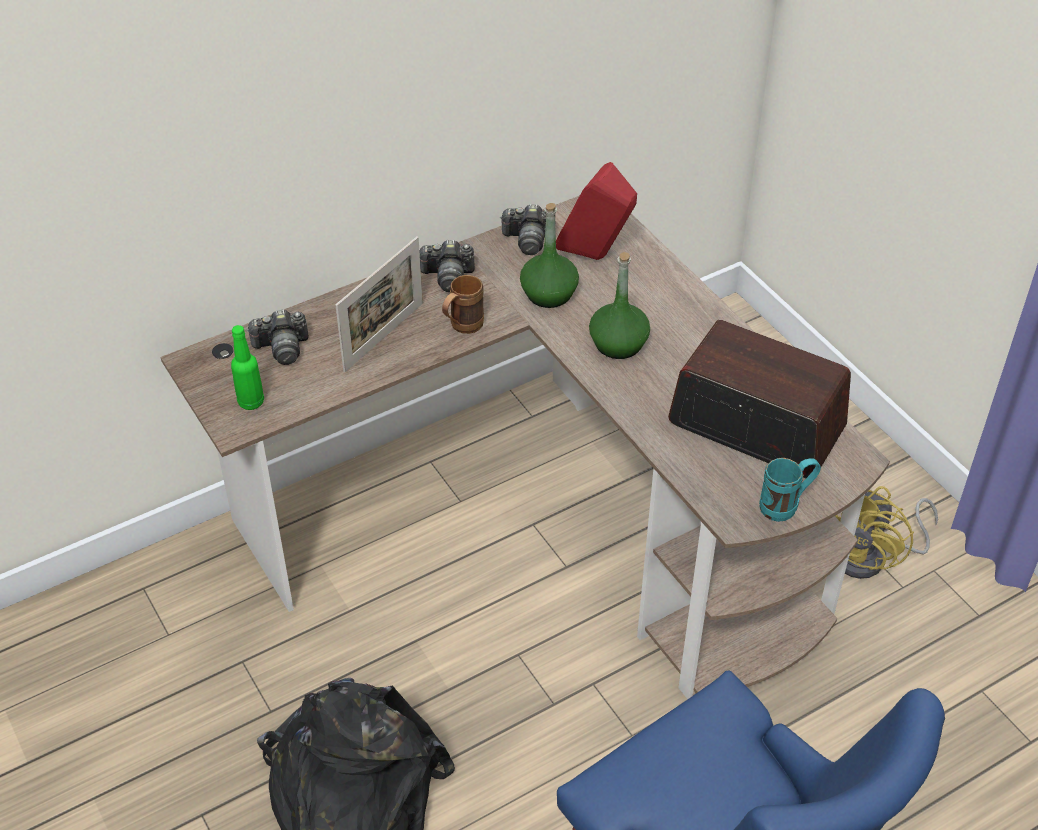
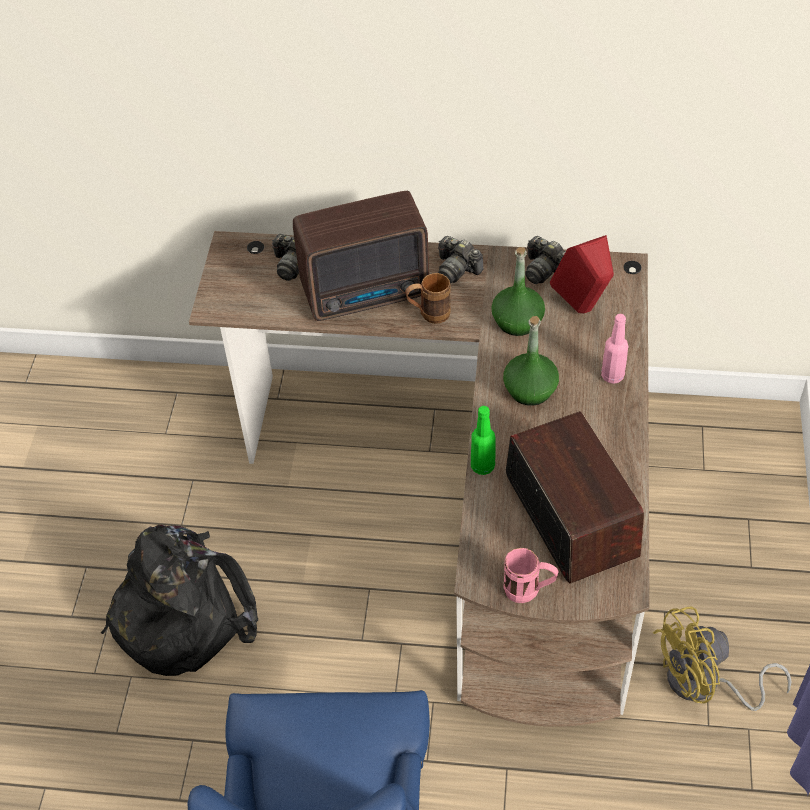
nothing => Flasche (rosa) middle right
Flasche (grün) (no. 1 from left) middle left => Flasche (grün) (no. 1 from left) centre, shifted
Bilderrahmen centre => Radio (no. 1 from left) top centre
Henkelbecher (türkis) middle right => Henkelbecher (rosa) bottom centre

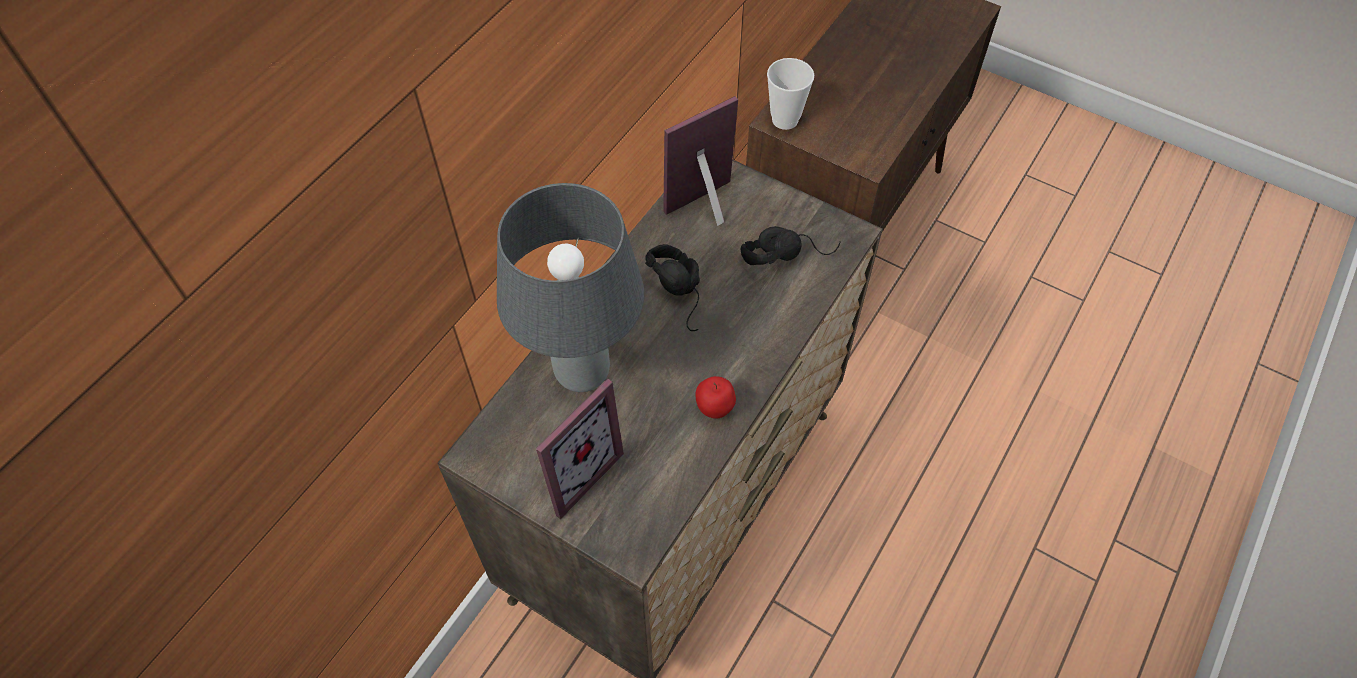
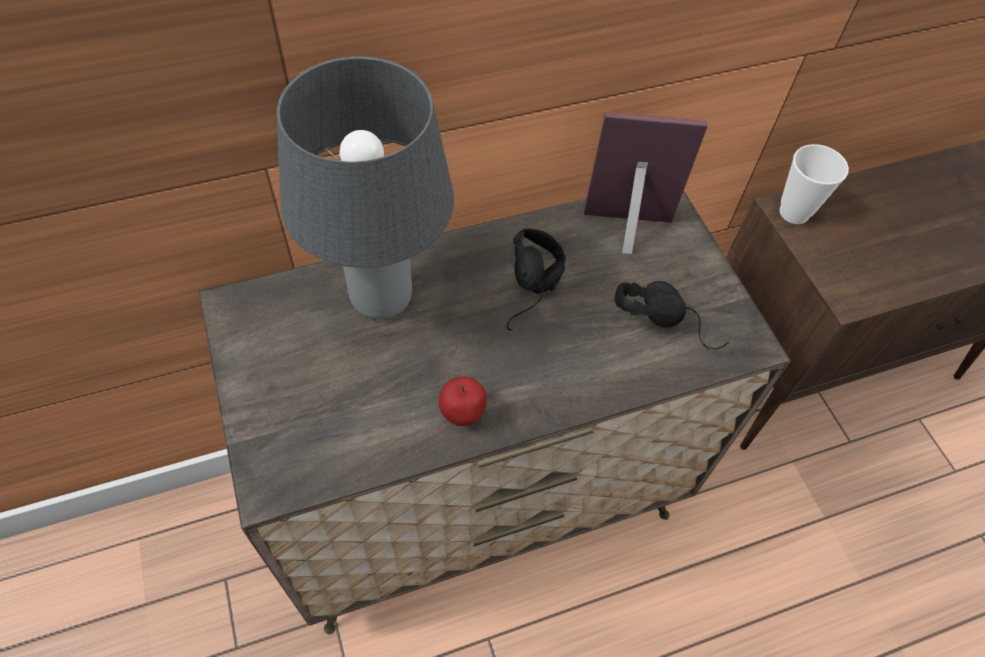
Bilderrahmen (no. 1 from left) centre => nothing

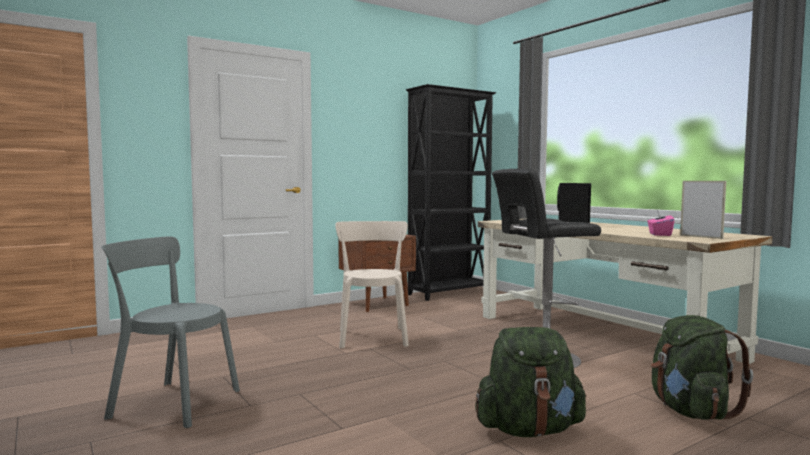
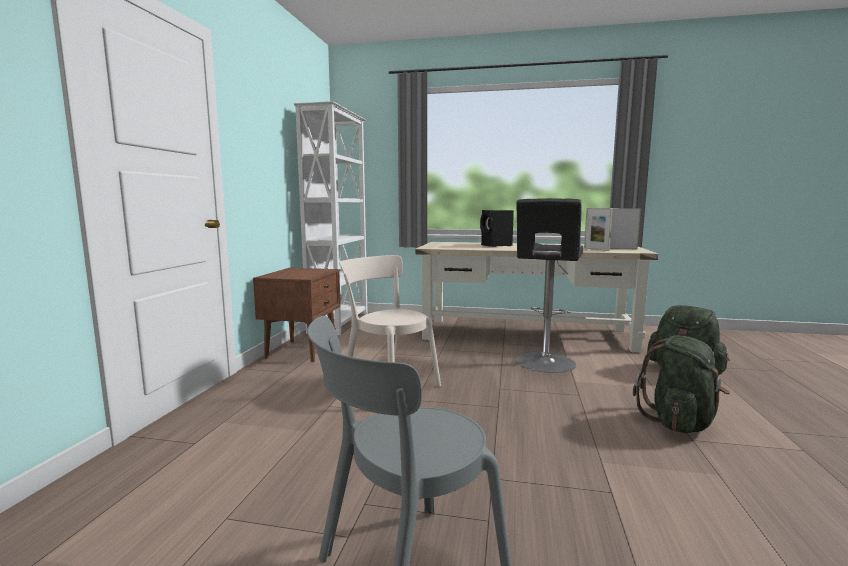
Taschentuchbox (rosa) middle right => Bilderrahmen (no. 1 from left) middle right
Bücherregal (schwarz) centre => Bücherregal (weiß) centre

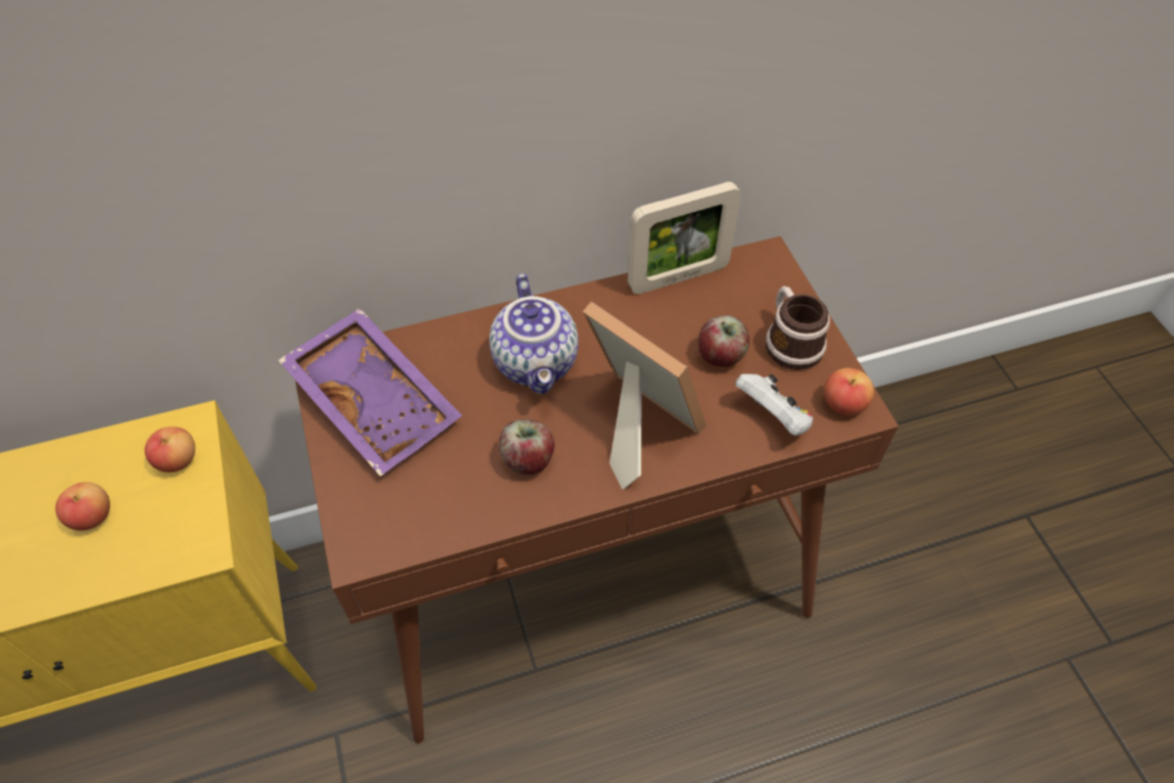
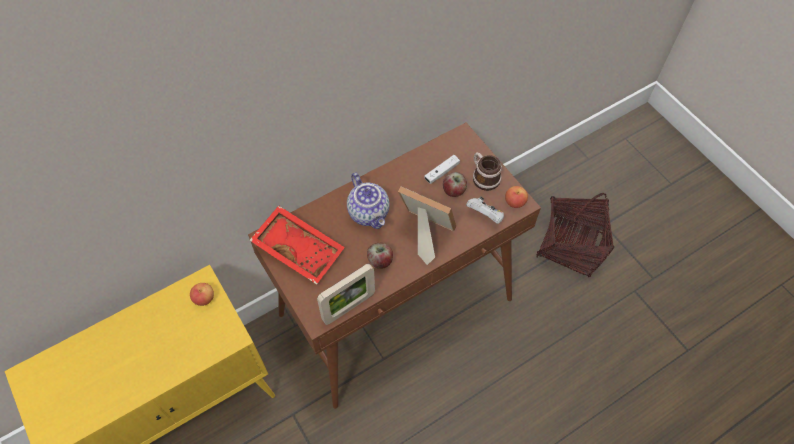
Apfel (no. 1 from left) middle left => nothing
nothing => Gamepad (weiß) (no. 1 from left) centre
nothing => Korb middle right
Bilderrahmen (no. 2 from left in the first image) top centre => Bilderrahmen (no. 1 from left) centre, shifted
Tablett (lila) middle left => Tablett (rot) centre

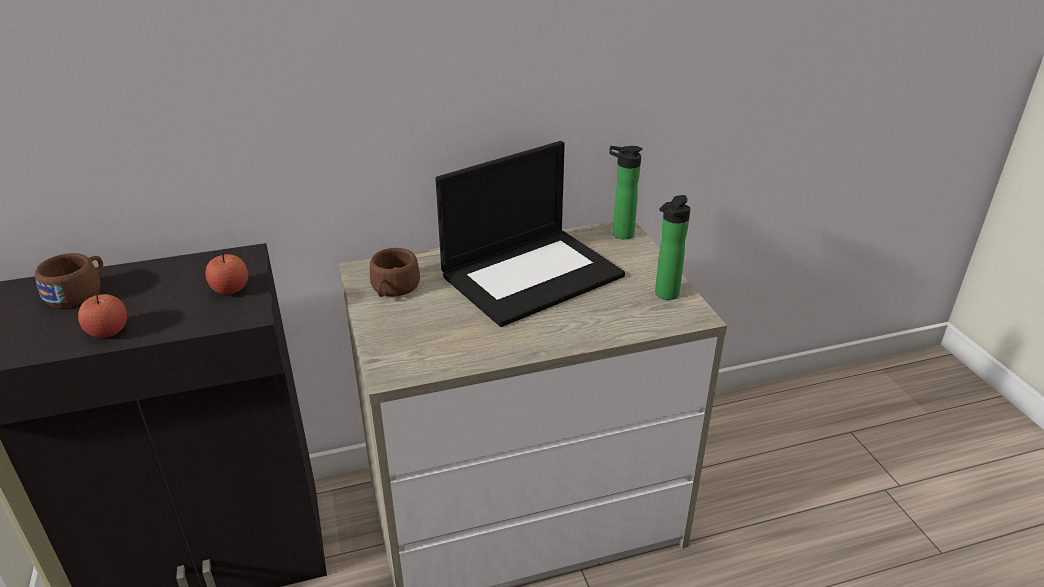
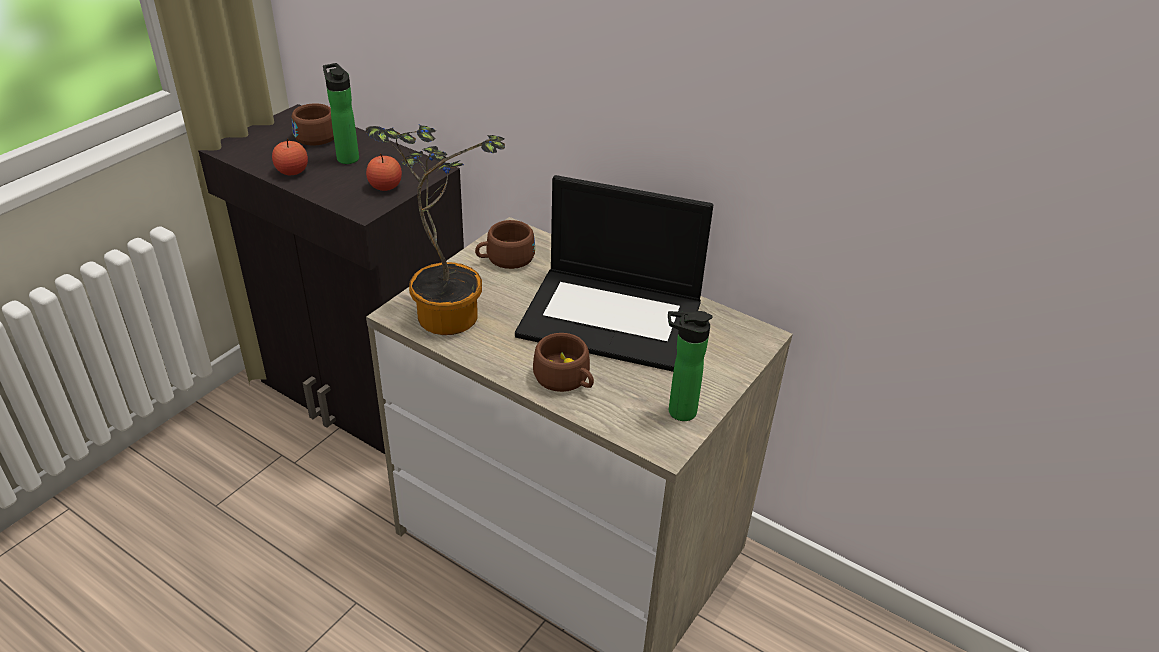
nothing => Topfpflanze centre
nothing => Tasse (braun) (no. 3 from left) centre
Flasche (no. 1 from left) top centre => Flasche (no. 1 from left) top left, shifted

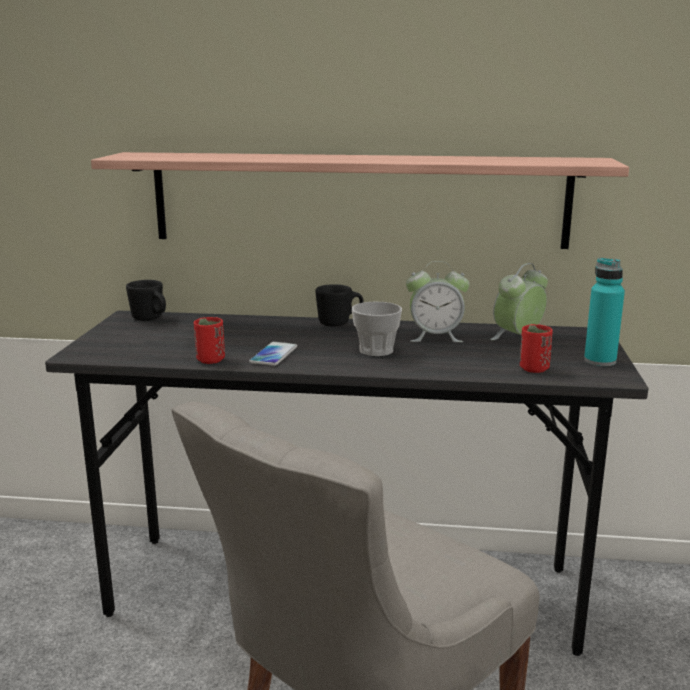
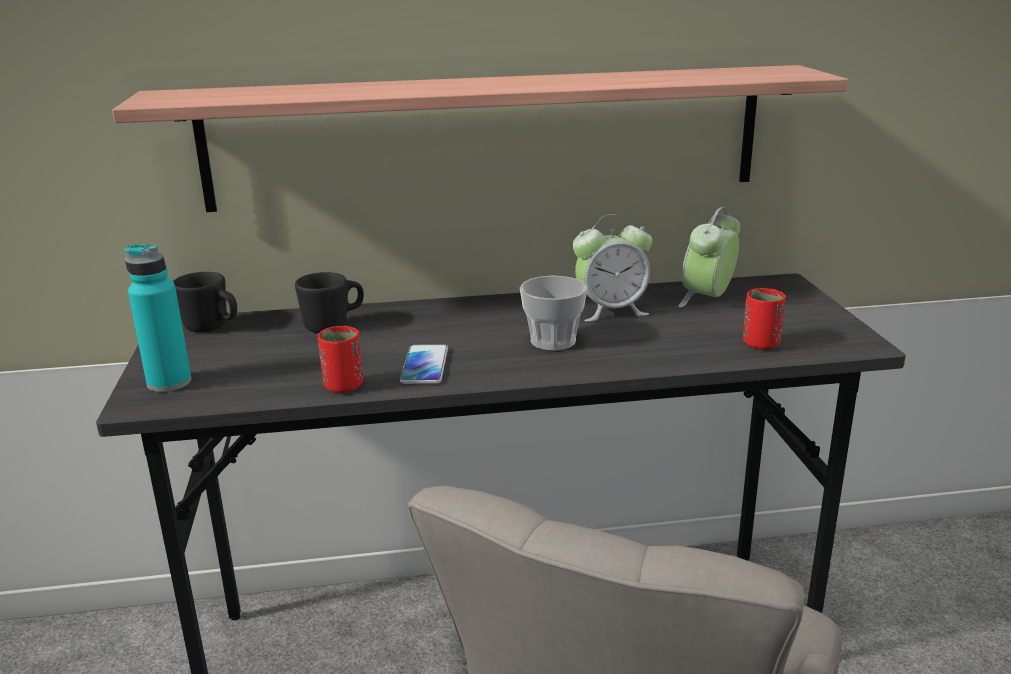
Henkelbecher (schwarz) (no. 2 from left) centre => Henkelbecher (schwarz) (no. 2 from left) middle left, shifted
Flasche (türkis) middle right => Flasche (türkis) middle left, shifted

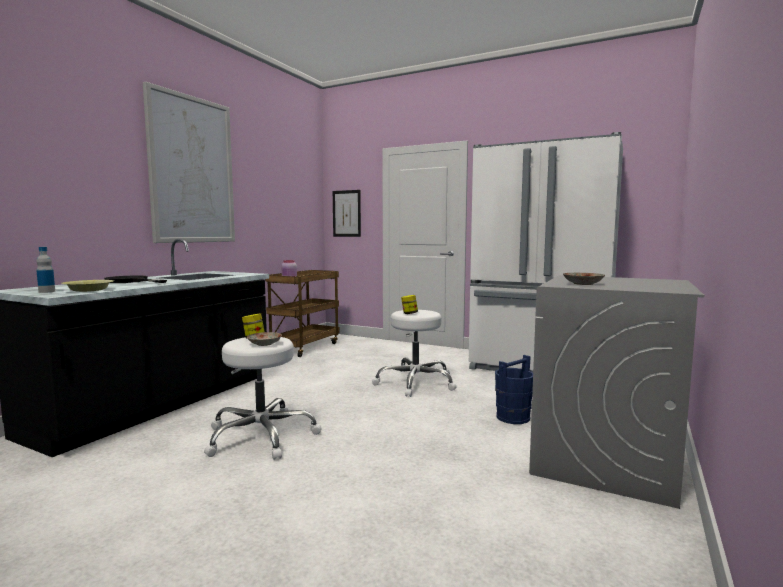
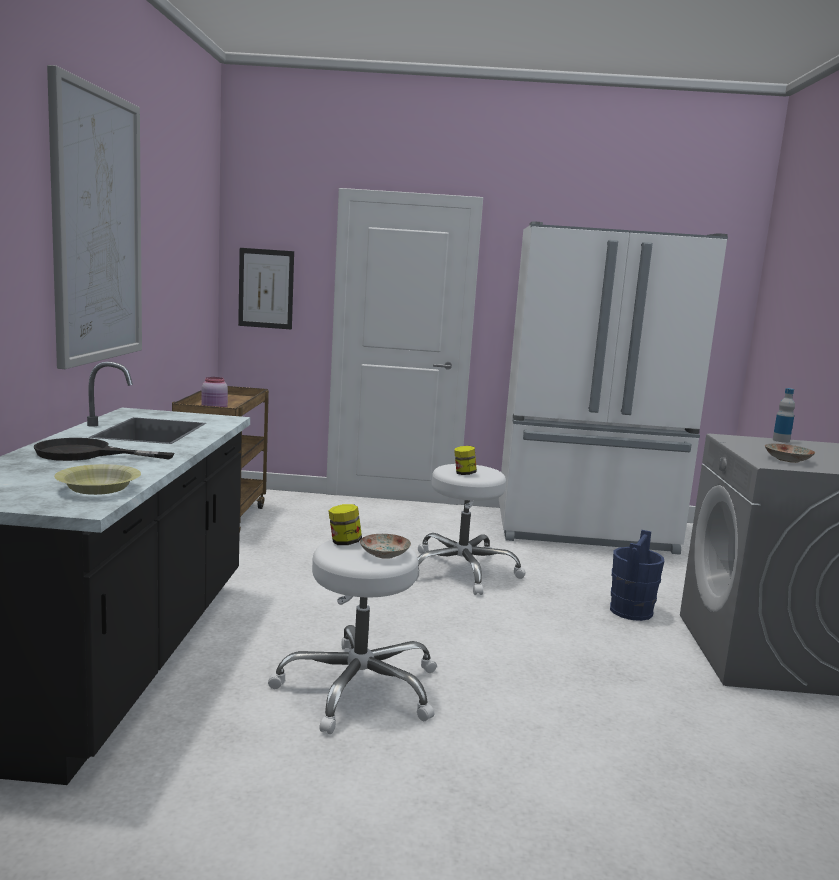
Flasche middle left => Flasche middle right, shifted

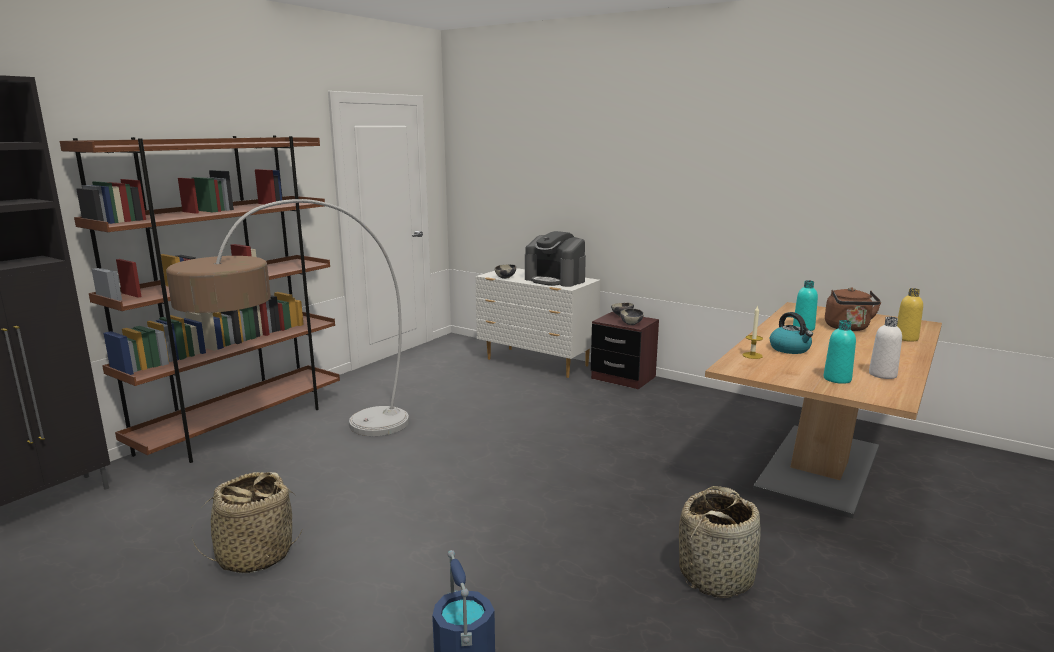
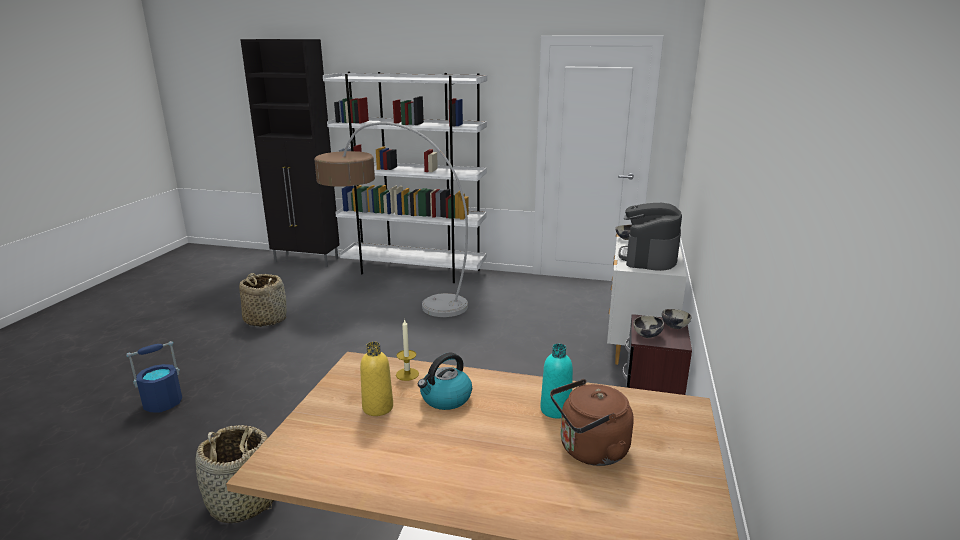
Flasche (türkis) (no. 2 from left) middle right => nothing
Flasche (weiß) middle right => nothing
Flasche (gelb) middle right => Flasche (gelb) bottom centre, shifted
Bücherregal (braun) middle left => Bücherregal (weiß) top centre

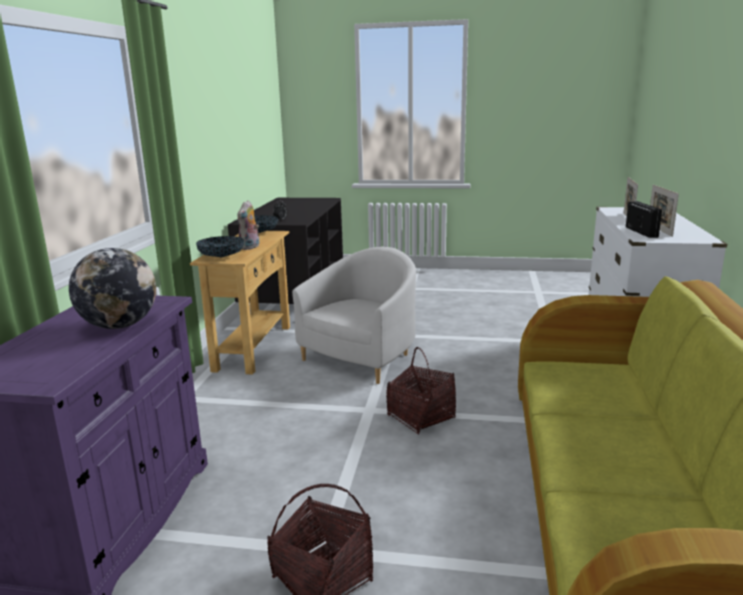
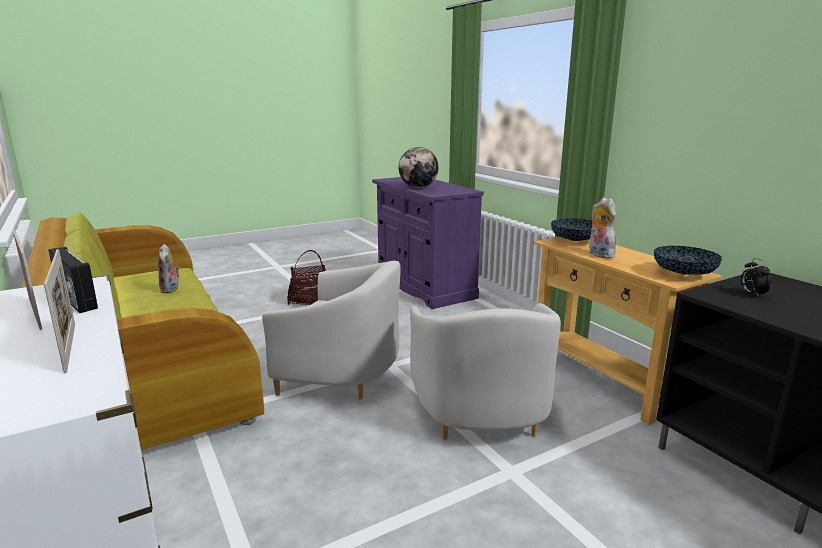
nothing => Plüschtier (no. 1 from left) middle left
Korb (no. 2 from left) centre => Sessel (weiß) (no. 1 from left) centre

